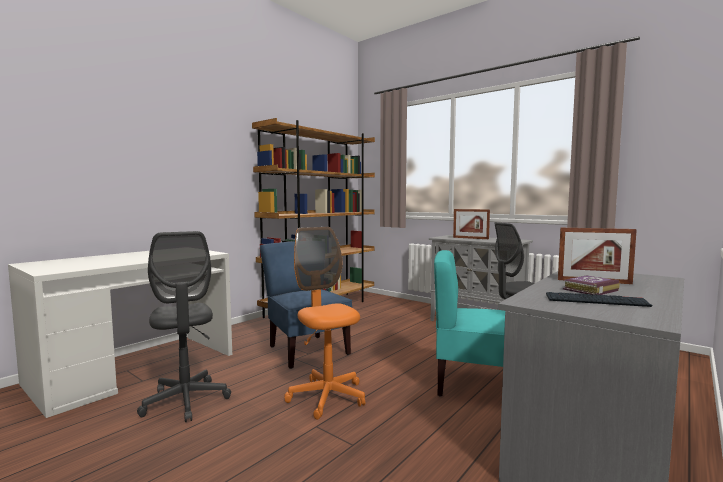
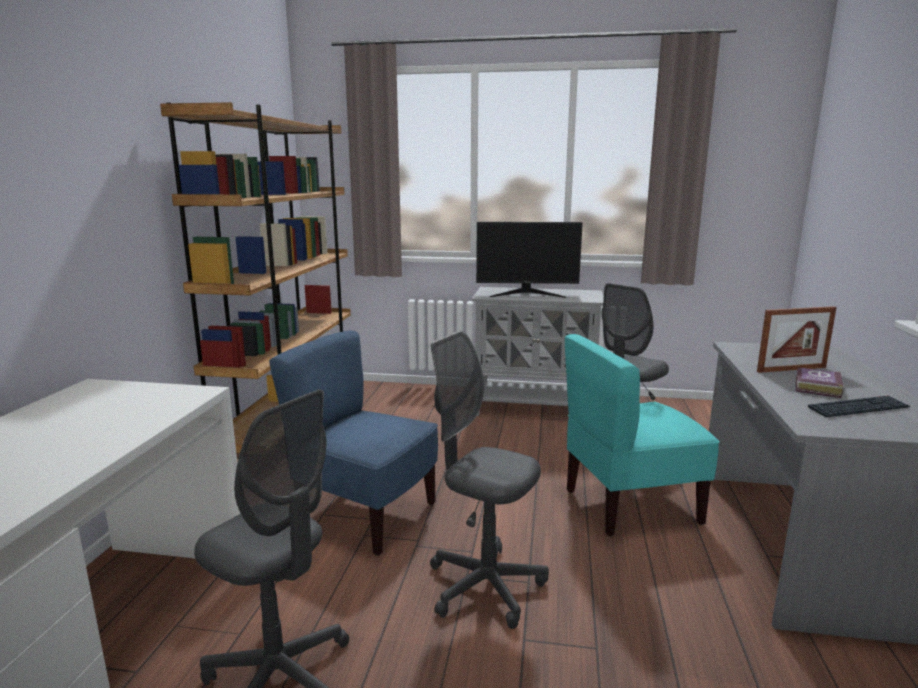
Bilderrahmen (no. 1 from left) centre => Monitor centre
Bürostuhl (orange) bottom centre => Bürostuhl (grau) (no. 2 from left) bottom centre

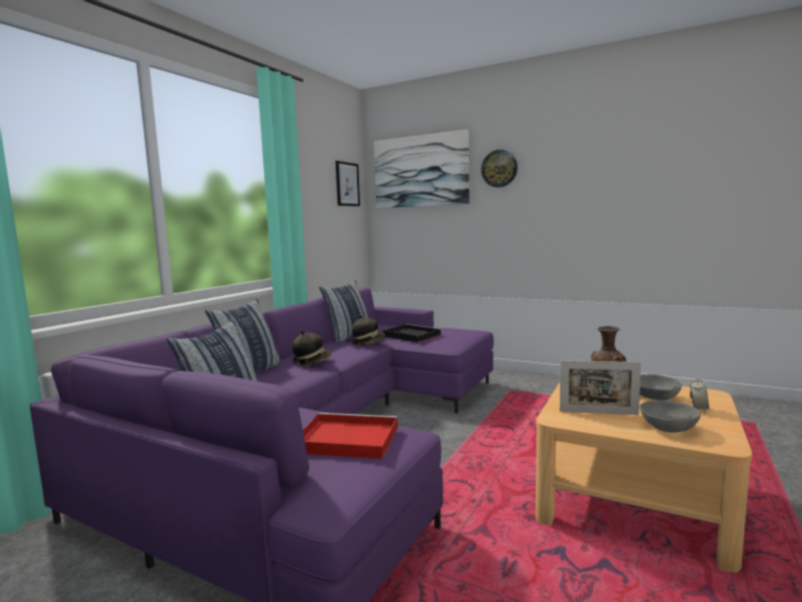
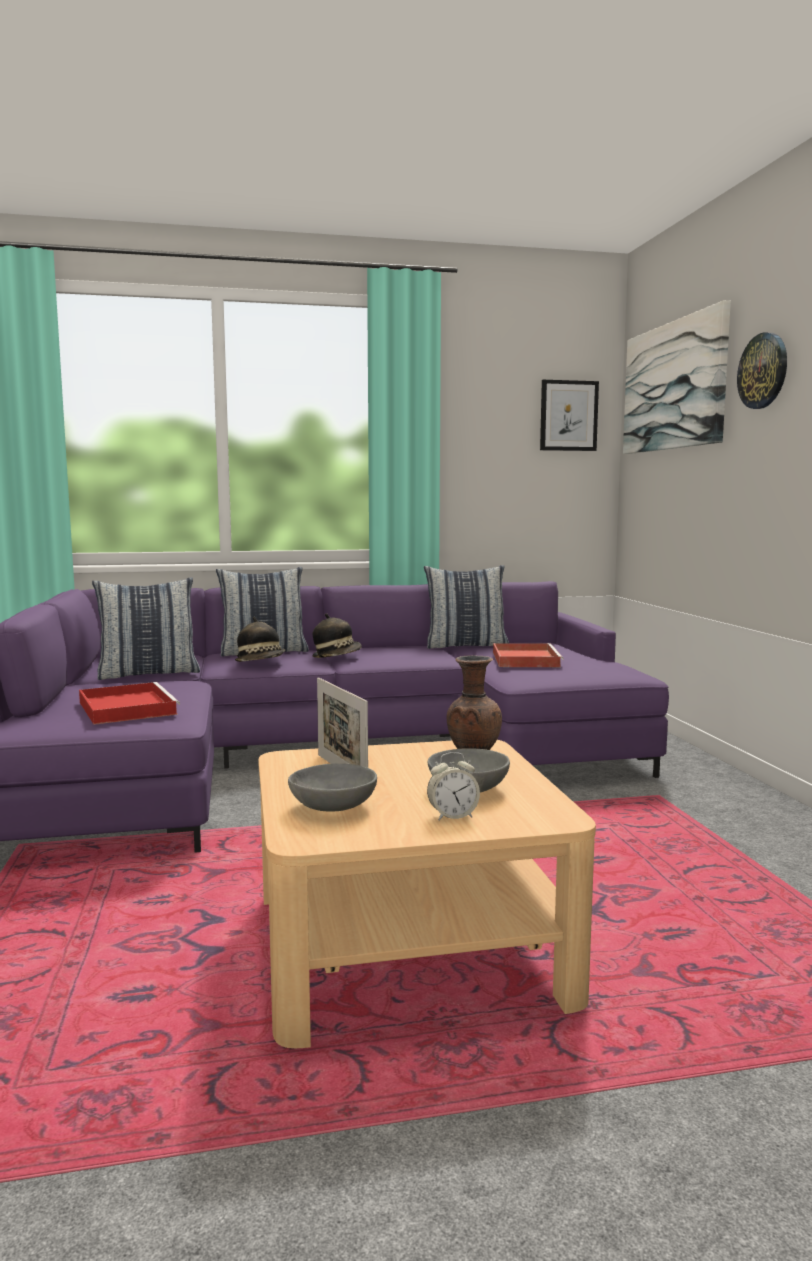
Hut (no. 2 from left in the first image) centre => Hut (no. 1 from left) middle left, shifted
Tablett (schwarz) centre => Tablett (rot) (no. 2 from left) centre

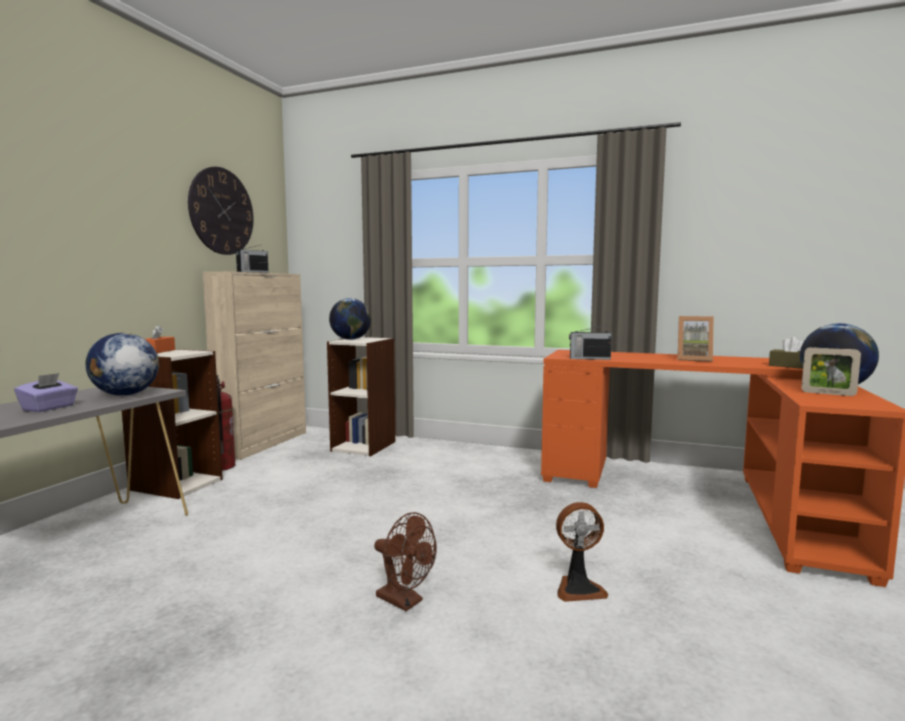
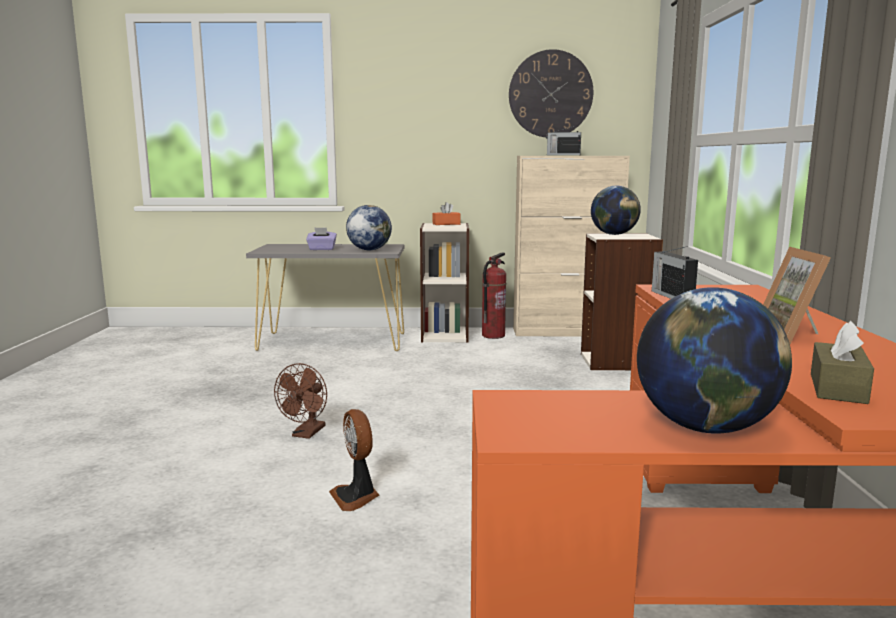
Bilderrahmen (no. 2 from left) middle right => nothing

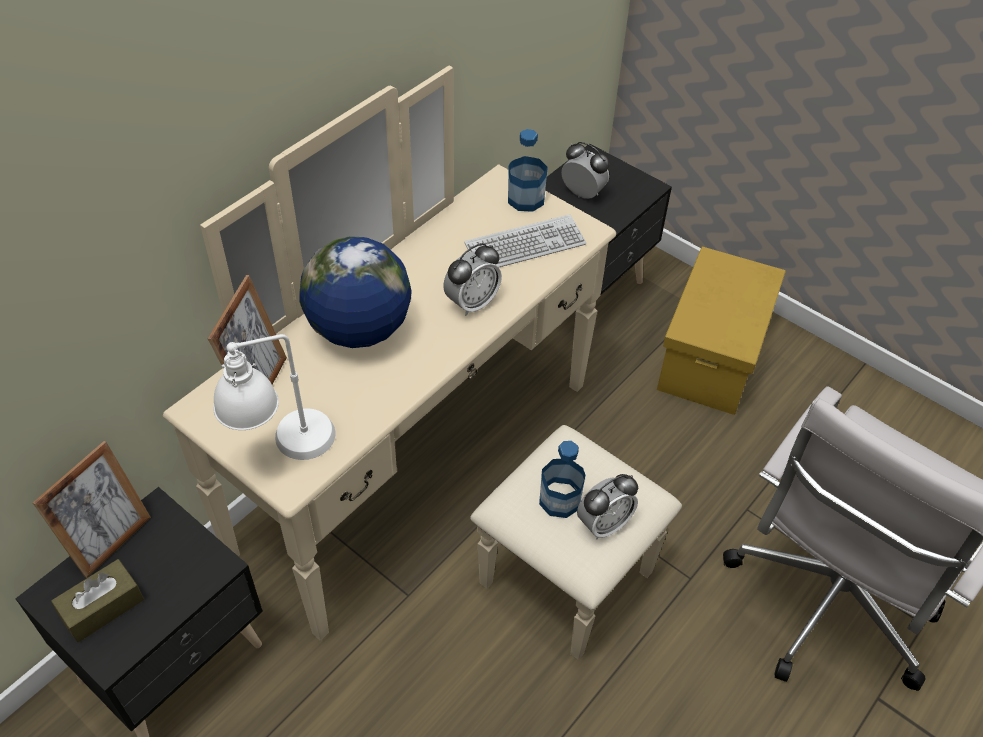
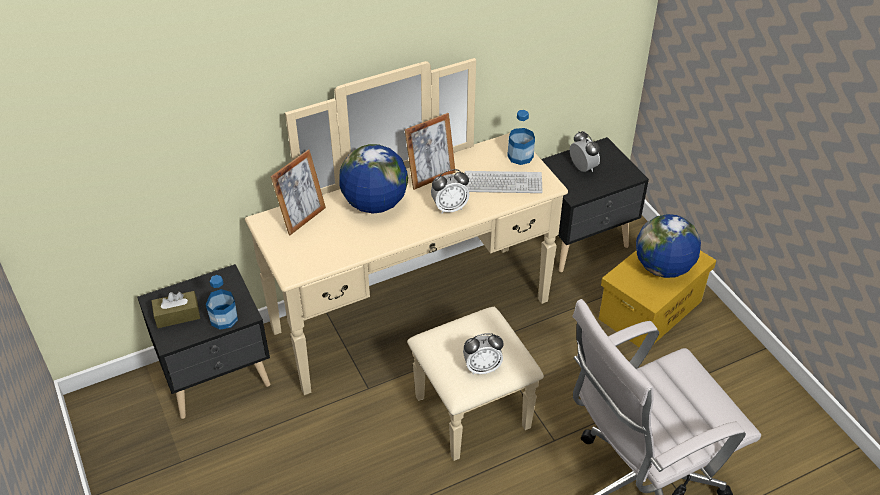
Tischlampe (weiß) middle left => nothing
nothing => Globus (no. 2 from left) middle right
Bilderrahmen (no. 1 from left in the first image) bottom left => Bilderrahmen (no. 2 from left) top centre, shifted
Flasche (no. 2 from left in the first image) centre => Flasche (no. 1 from left) middle left, shifted

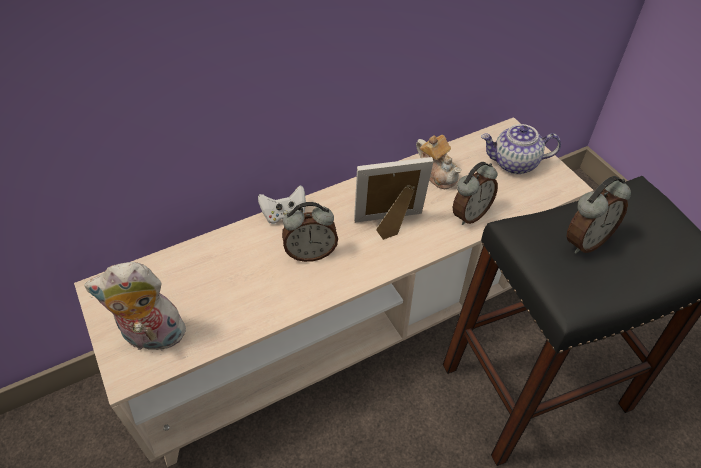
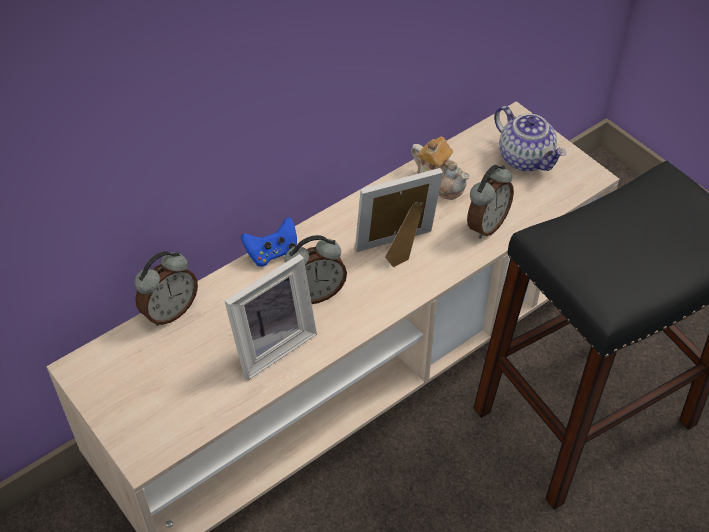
Plüschtier middle left => nothing
nothing => Bilderrahmen (no. 1 from left) centre
Wecker (no. 3 from left in the first image) middle right => Wecker (no. 1 from left) middle left, shifted
Gamepad (weiß) centre => Gamepad (blau) centre
Teekanne (no. 2 from left) top right, 120 degrees counterclockwise

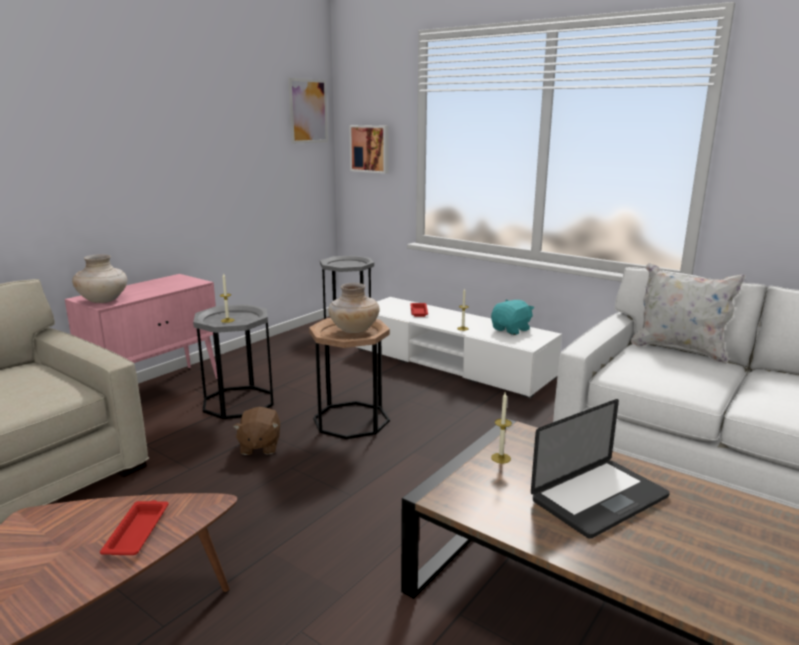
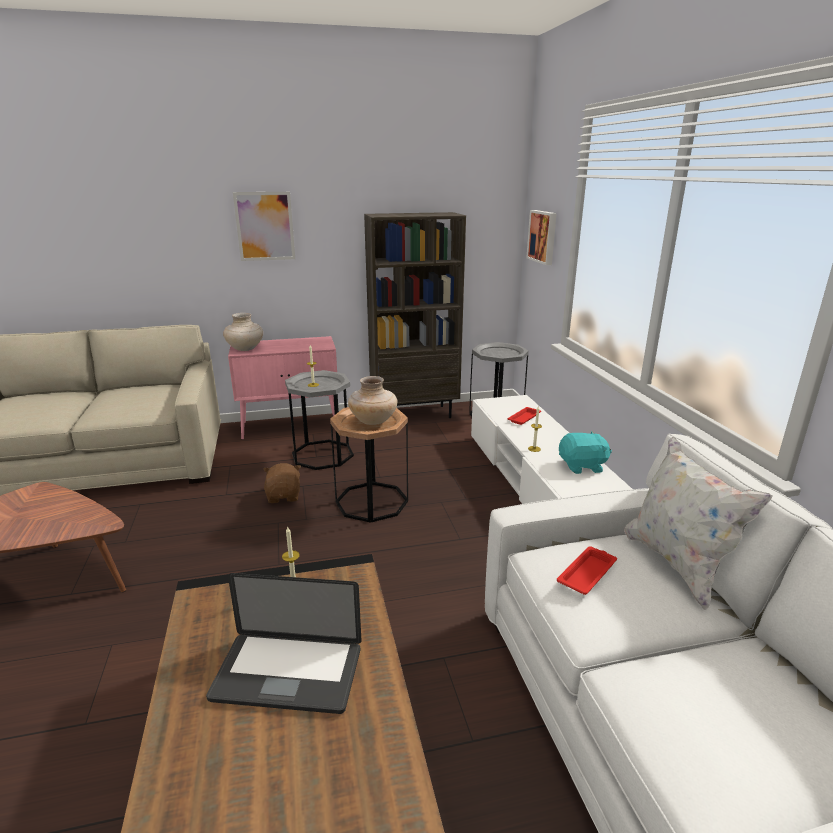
nothing => Bücherregal (braun) centre
Tablett (rot) (no. 1 from left in the first image) bottom left => Tablett (rot) (no. 2 from left) bottom right, shifted
Bild (no. 1 from left) top centre => Bild (no. 1 from left) top left, shifted
Plüschtier (braun) bottom left => Plüschtier (braun) centre, 135 degrees clockwise

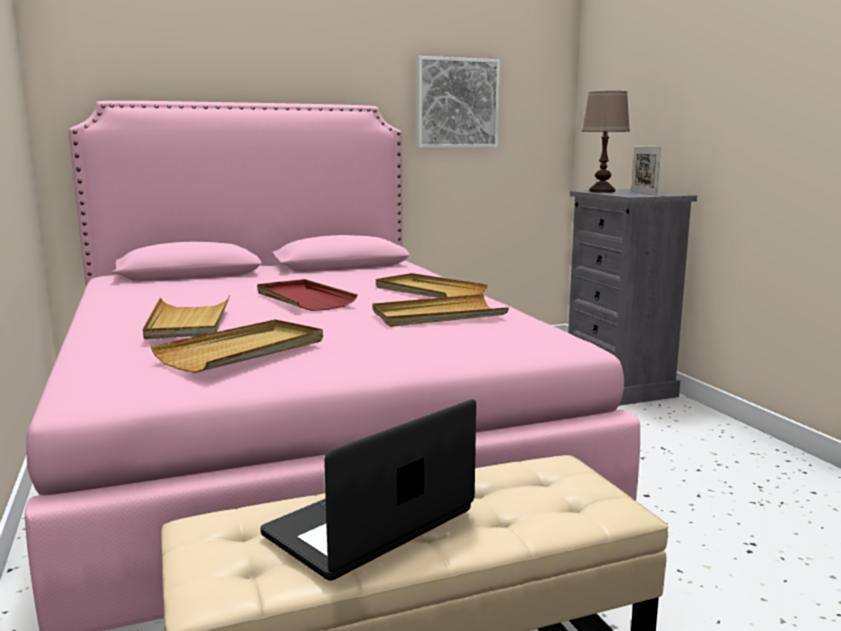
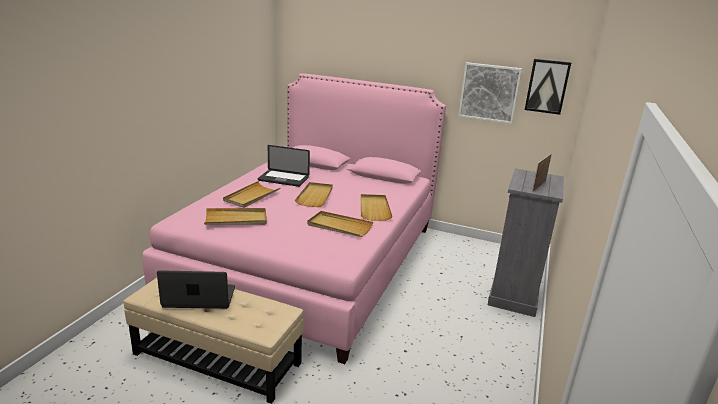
Tischlampe (braun) top right => nothing
nothing => Laptop (no. 2 from left) centre
nothing => Bild (no. 2 from left) top right
Tablett (rot) centre => Tablett (beige) (no. 3 from left) centre

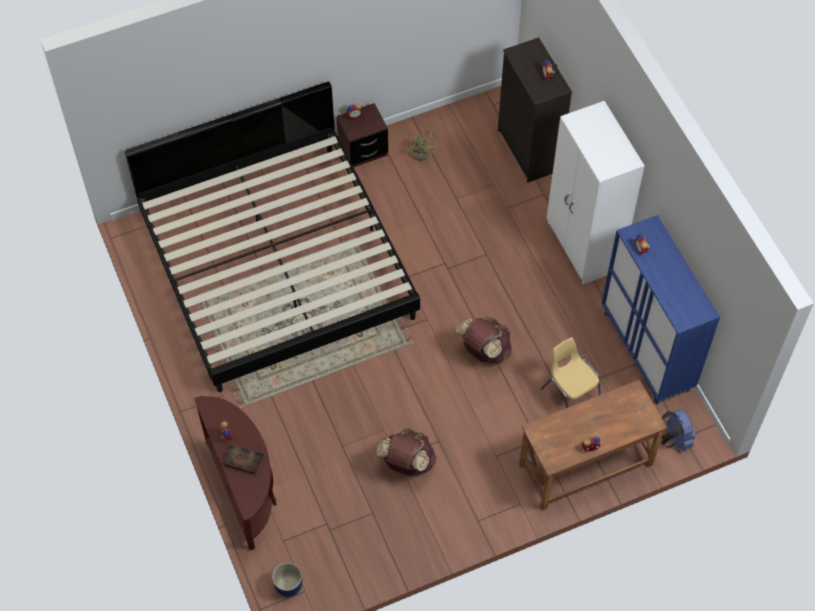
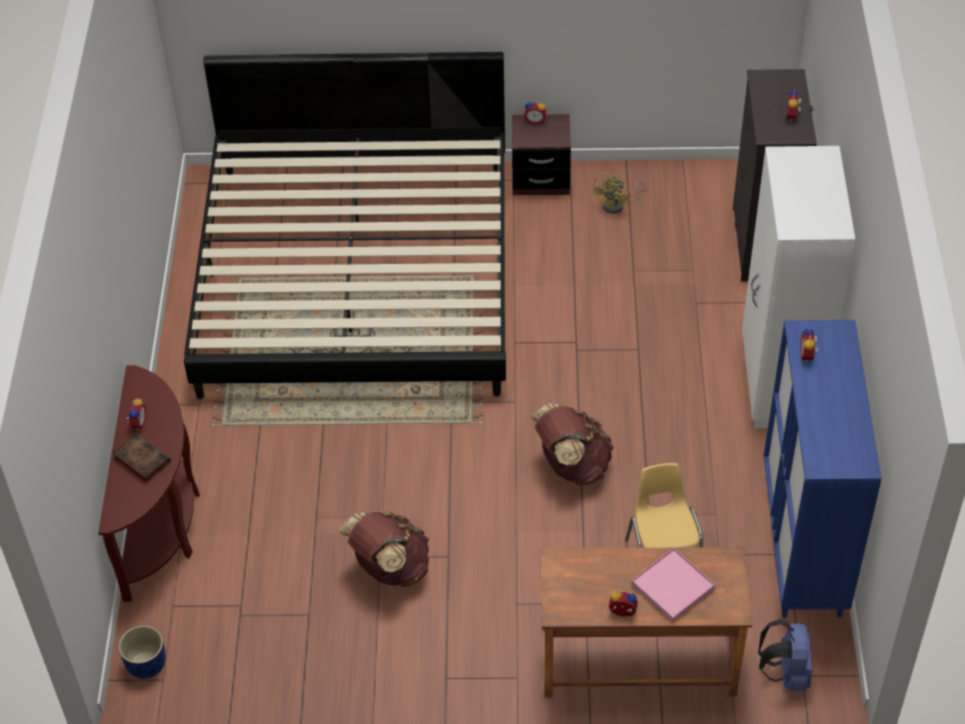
nothing => Tablett (rosa) bottom right

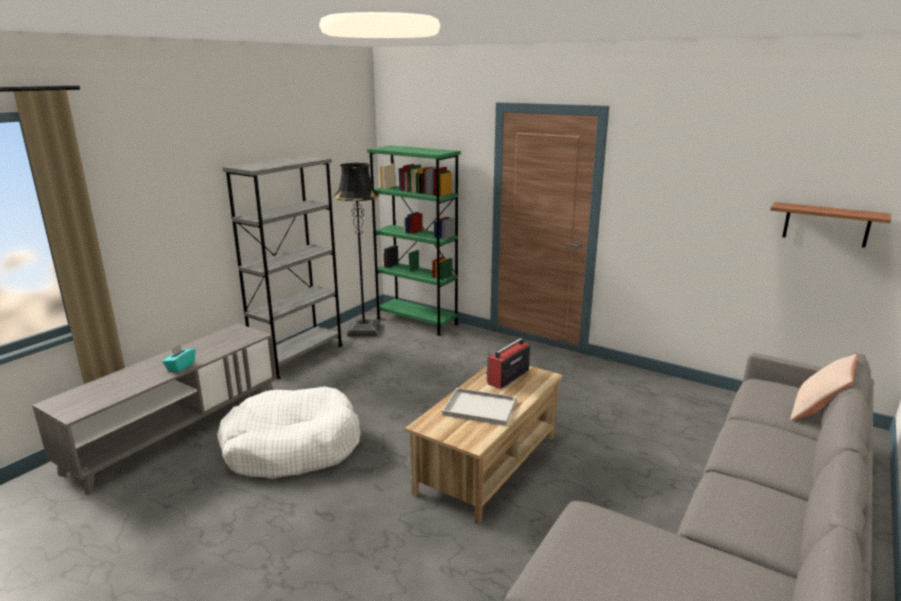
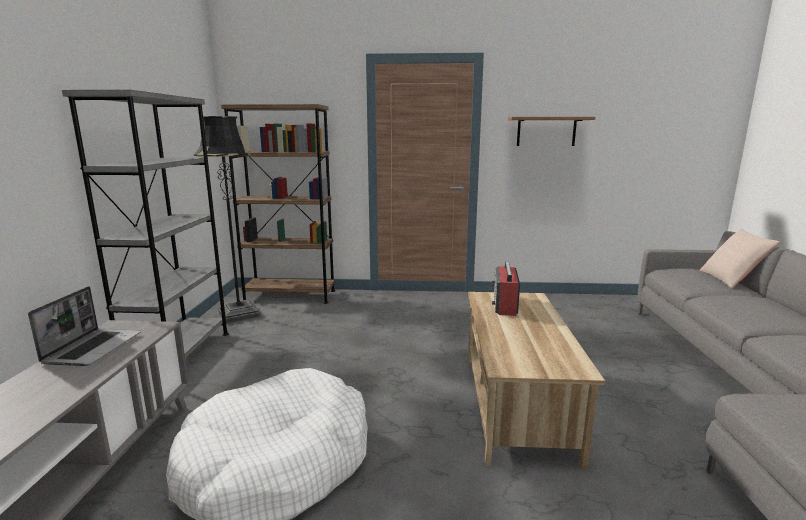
Taschentuchbox (türkis) middle left => nothing
Tablett (weiß) bottom centre => nothing
nothing => Laptop middle left
Wandregal middle right => Wandregal top right, shifted
Bücherregal (grün) centre => Bücherregal (braun) centre

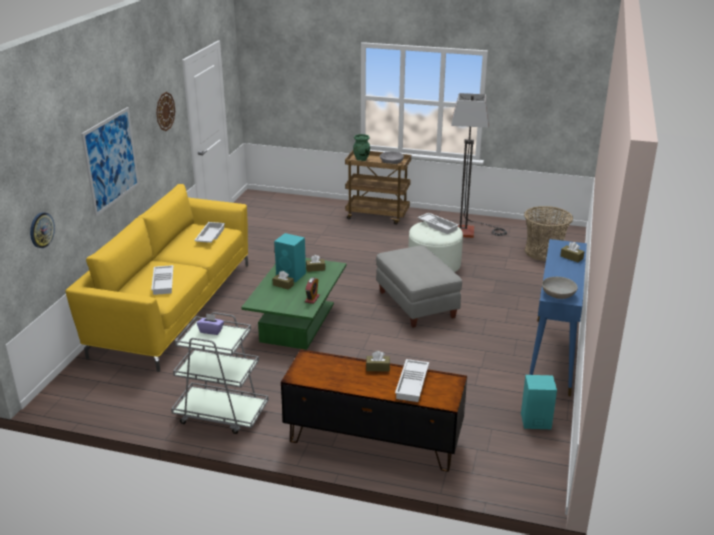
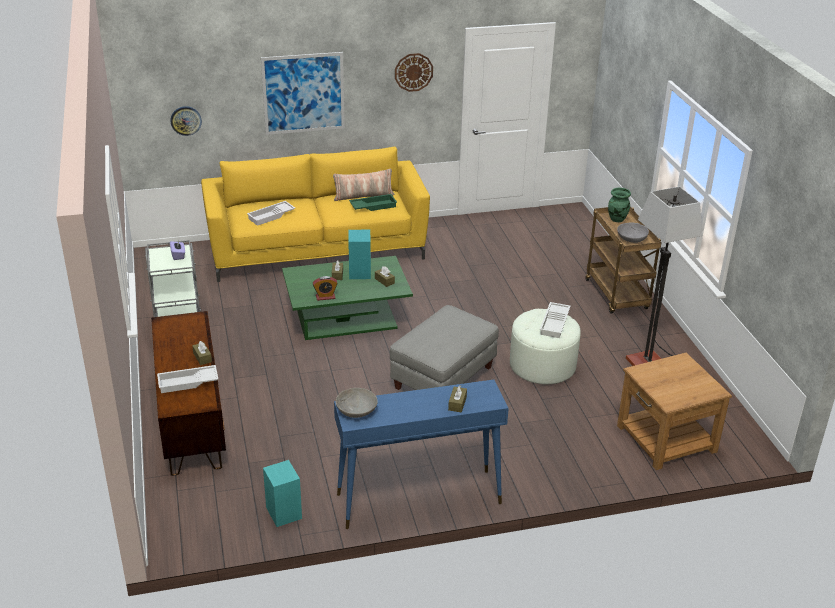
nothing => Kissen top centre
Korb middle right => Beistelltisch (braun) bottom right
Tablett (weiß) (no. 2 from left) middle left => Tablett (grün) top centre

